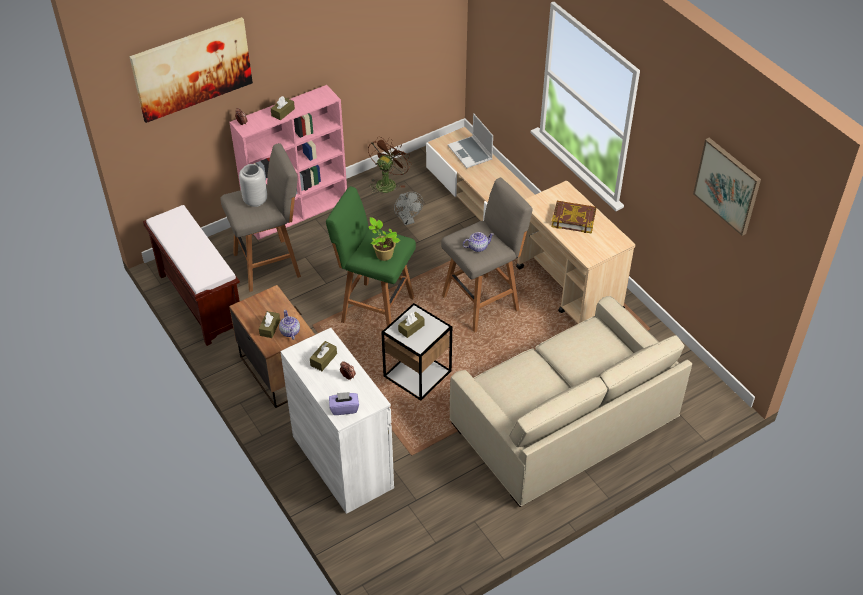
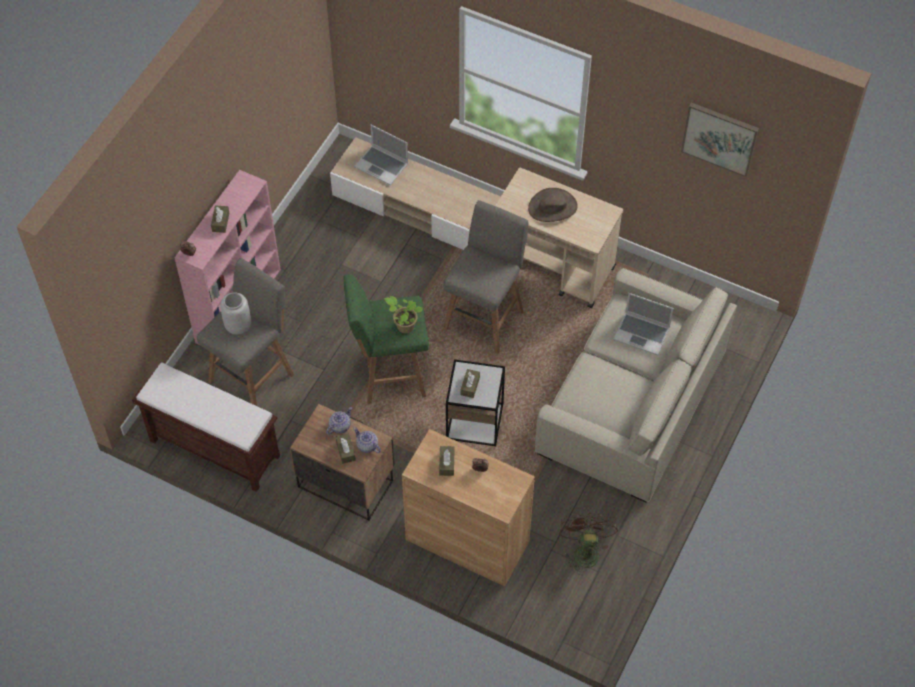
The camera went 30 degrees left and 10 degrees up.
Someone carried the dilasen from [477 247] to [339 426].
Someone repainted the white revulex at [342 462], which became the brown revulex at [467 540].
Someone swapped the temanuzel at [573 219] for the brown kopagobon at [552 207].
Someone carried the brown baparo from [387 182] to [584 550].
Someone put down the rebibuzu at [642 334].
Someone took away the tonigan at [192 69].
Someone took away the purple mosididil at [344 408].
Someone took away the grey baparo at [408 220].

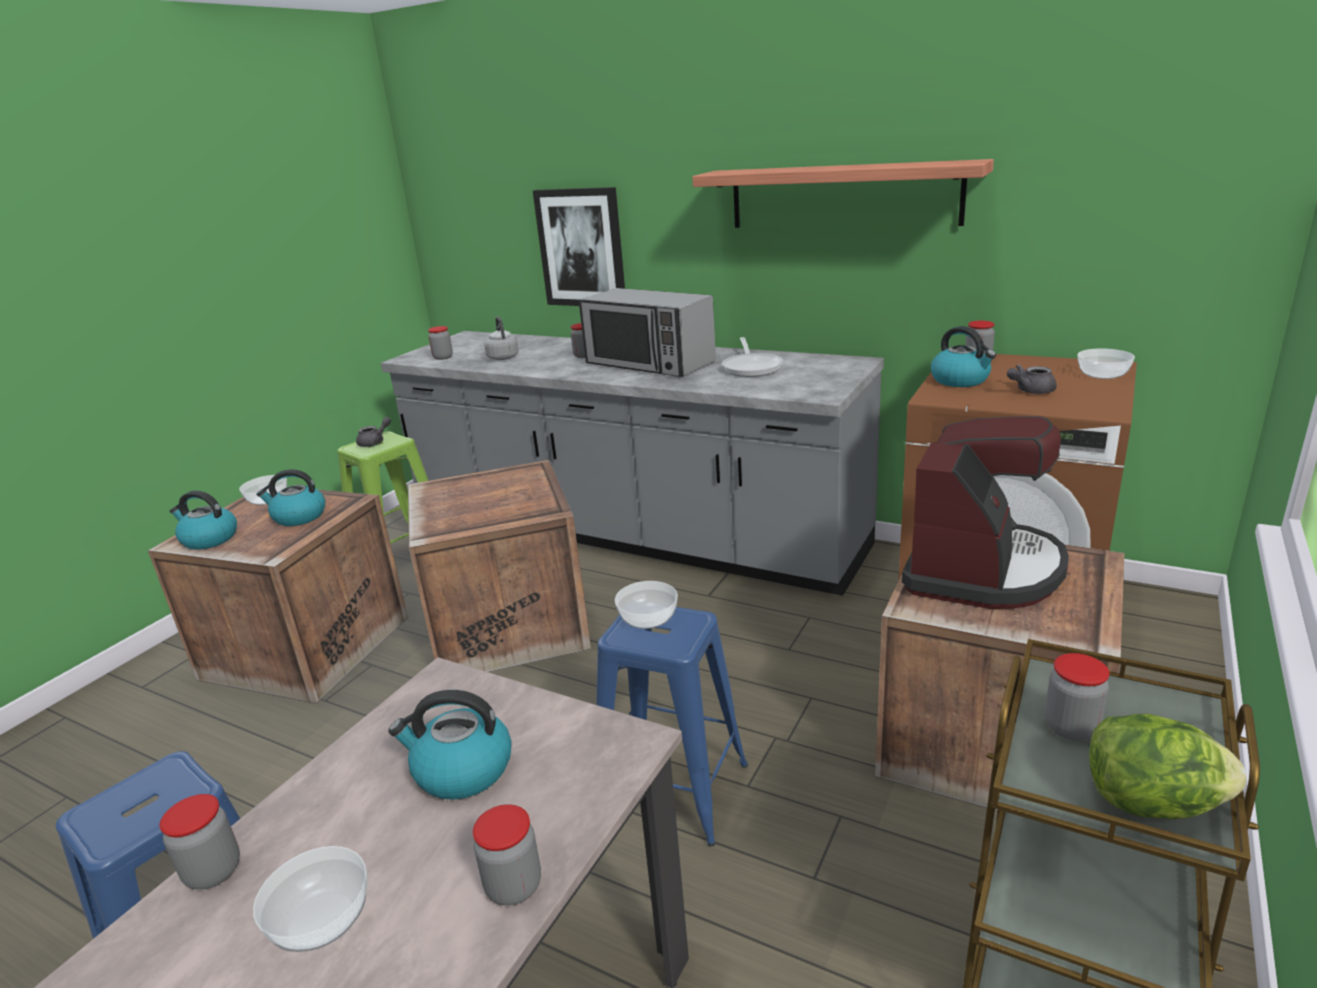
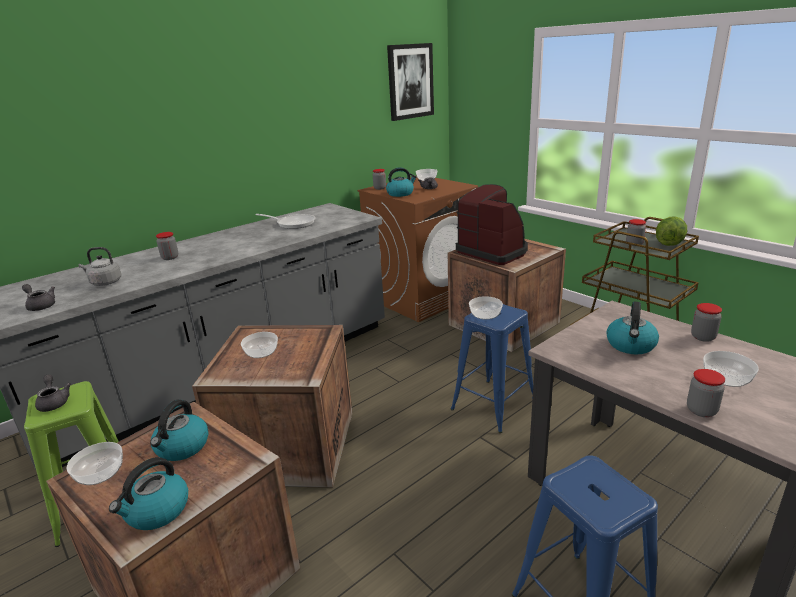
The camera went 70 degrees left and 0 degrees up.
Someone swapped the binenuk at [443 357] for the grey dilasen at [40 305].
Someone put down the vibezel at [262 352].
Someone carried the tonigan from [581 248] to [410 81].
Someone took away the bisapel at [649 364].
Someone took away the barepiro at [843 196].

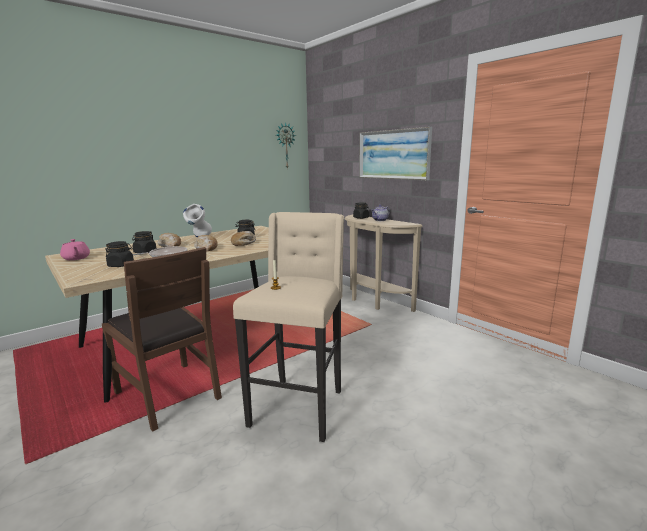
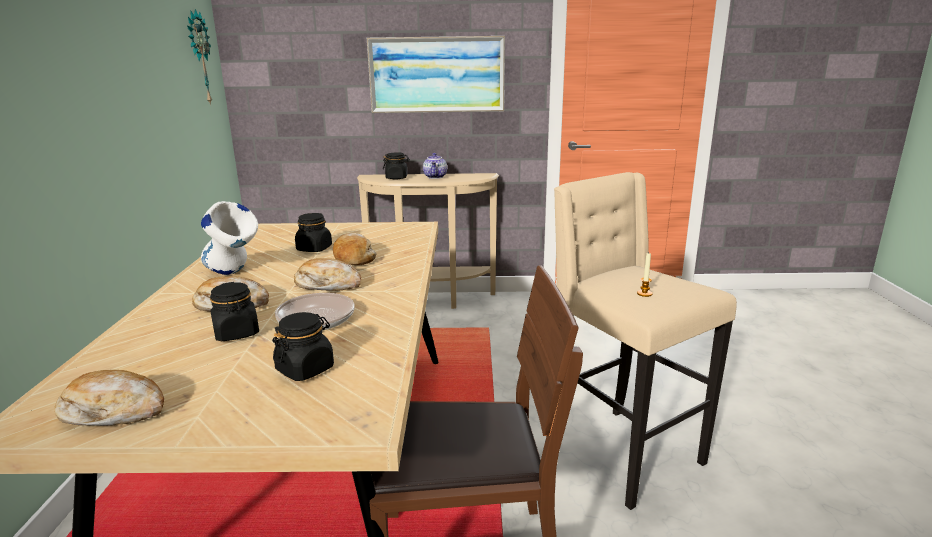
The camera went 50 degrees left and 5 degrees up.
Someone swapped the pink dilasen at [76 258] for the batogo at [114 411].

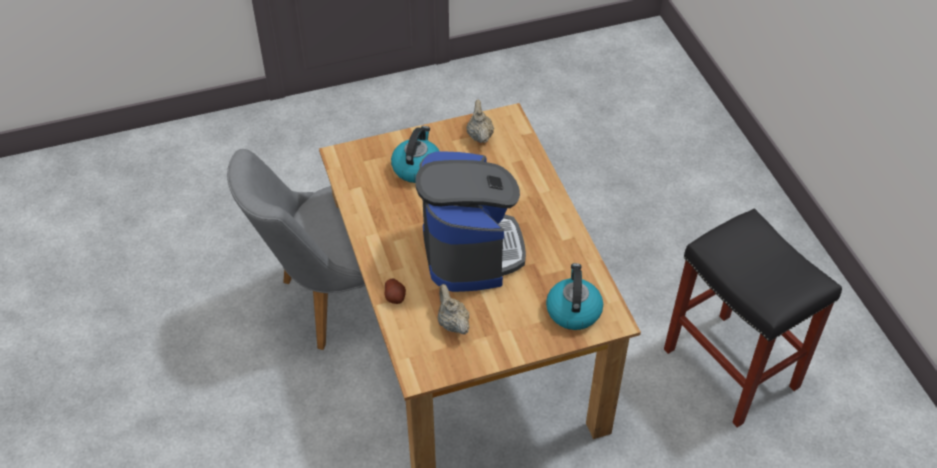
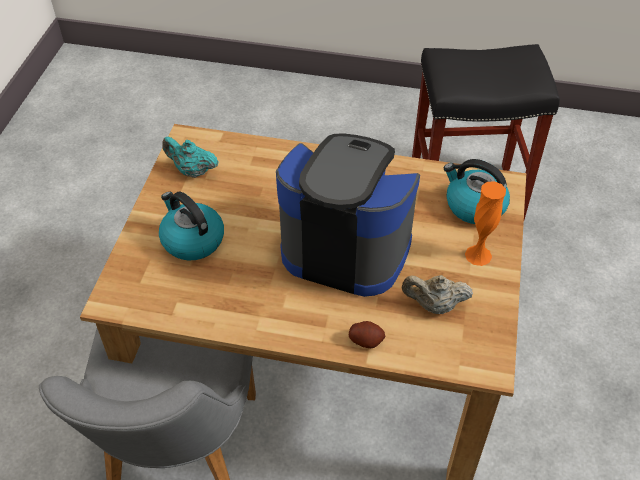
The camera went 60 degrees left and 0 degrees up.
Someone repainted the beige dilasen at [479 135], which became the turquoise dilasen at [192 171].
Someone put down the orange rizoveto at [478 255].

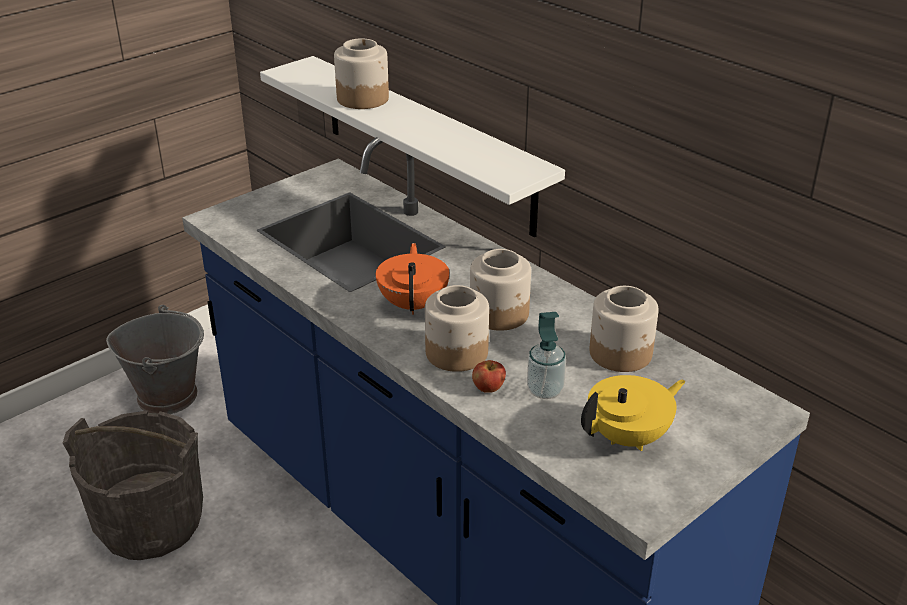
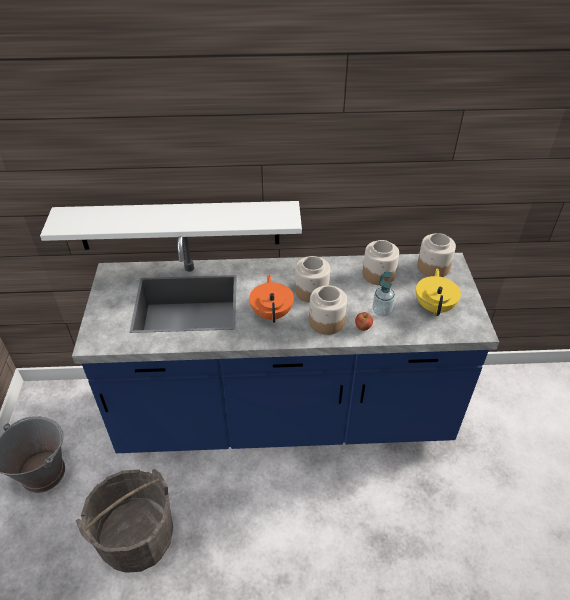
The camera went 50 degrees left and 10 degrees up.
Someone rotated the orange dilasen at [414 304] by 45 degrees clockwise.
Someone carried the binenuk from [363 98] to [432 267].

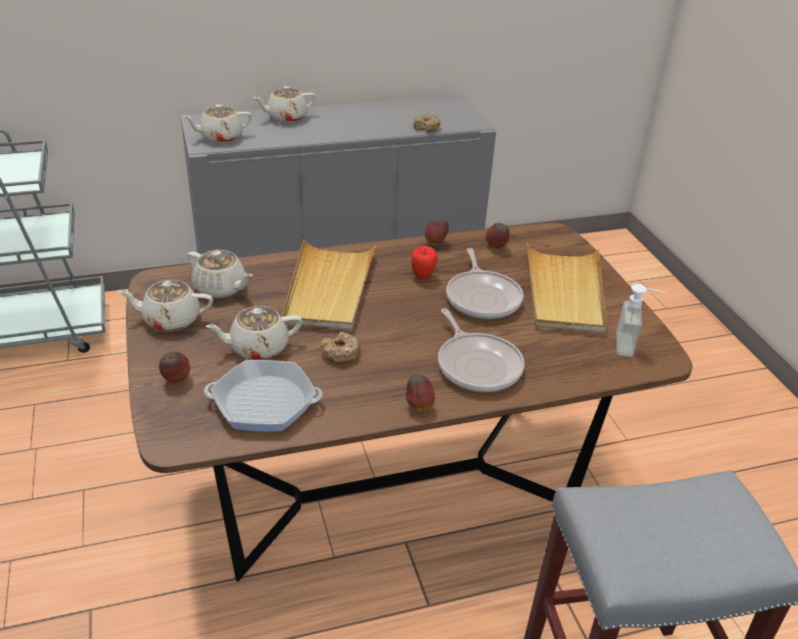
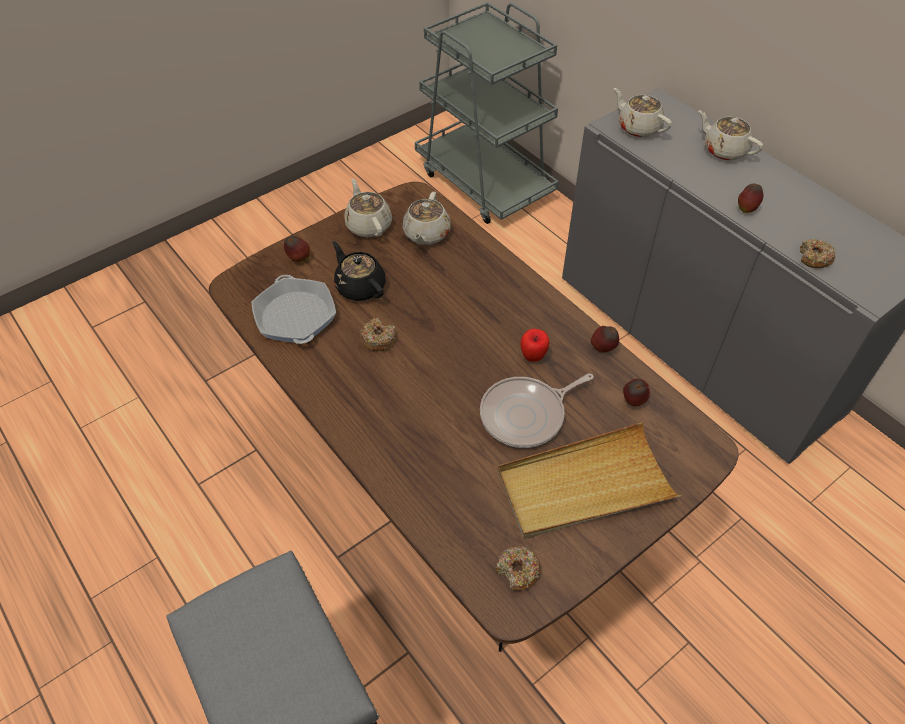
The camera went 70 degrees right and 15 degrees up.
Someone repainted the beige dilasen at [258 348], which became the black dilasen at [360 286].
Someone swapped the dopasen at [632 346] for the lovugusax at [517 571].
Someone carried the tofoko from [418 406] to [746 209].
Someone took away the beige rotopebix at [329 288].
Someone took away the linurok at [477 365].

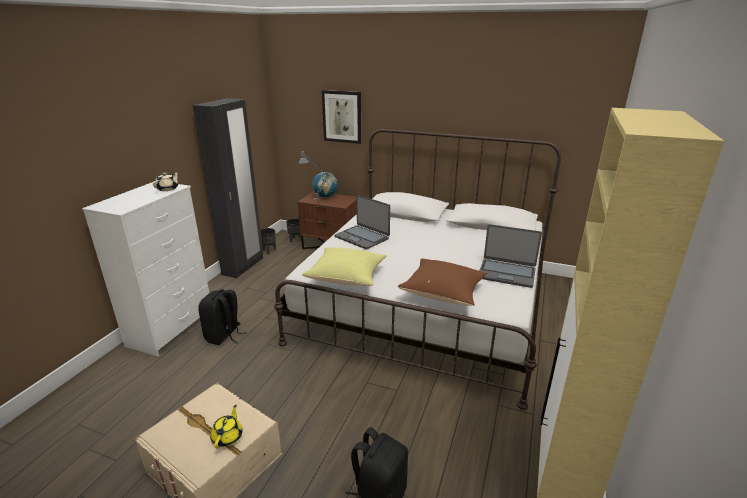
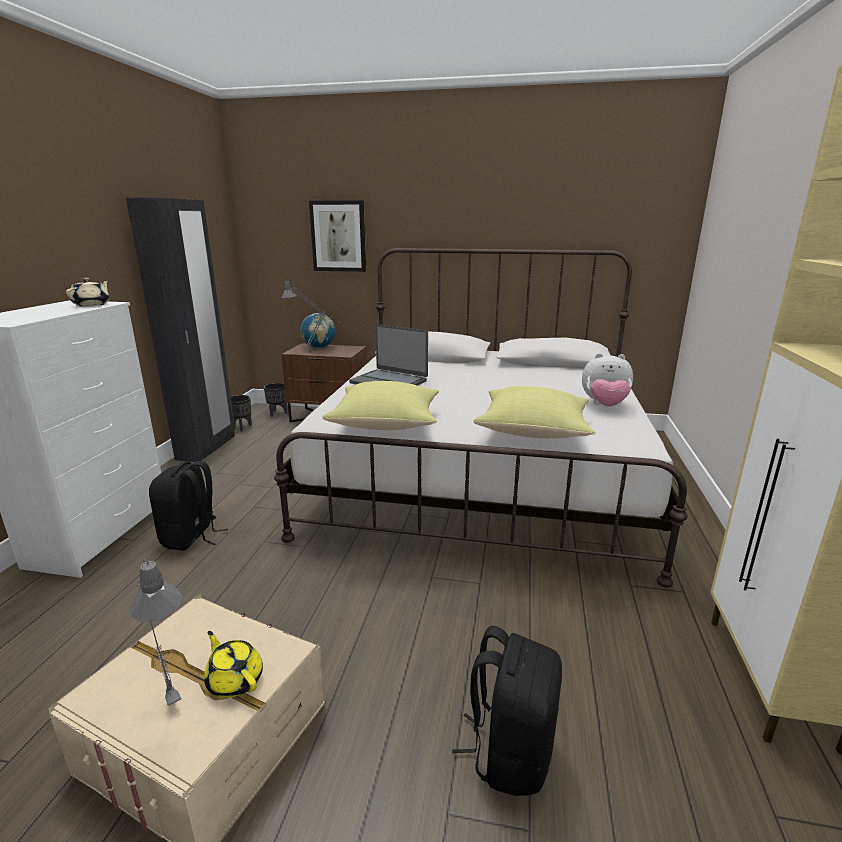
The camera went 10 degrees left and 5 degrees down.
Someone put down the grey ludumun at [169 695].
Someone rotated the yellow dilasen at [228 436] by 45 degrees counterclockwise.
Someone repainted the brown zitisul at [444 293], which became the yellow zitisul at [534 431].
Someone swapped the rebibuzu at [506 273] for the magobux at [604 406].

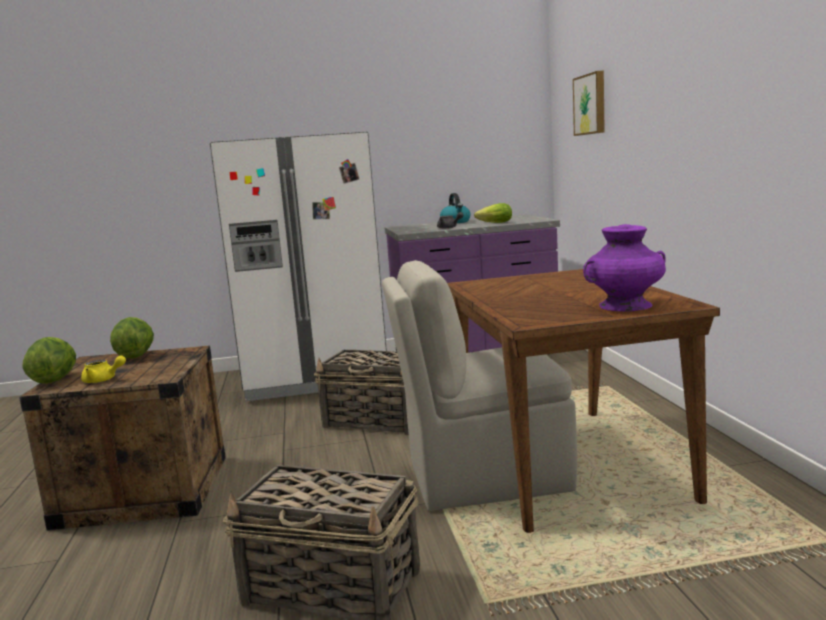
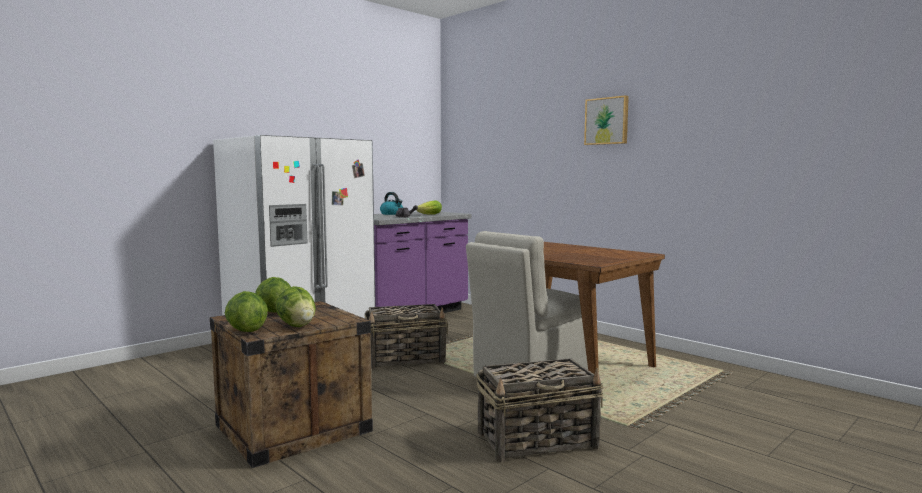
The camera went 35 degrees left and 5 degrees down.
Someone swapped the yellow dilasen at [103 380] for the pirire at [297 326].
Someone carried the tonigan from [591 104] to [607 121].
Someone took away the purple rizoveto at [625 305].

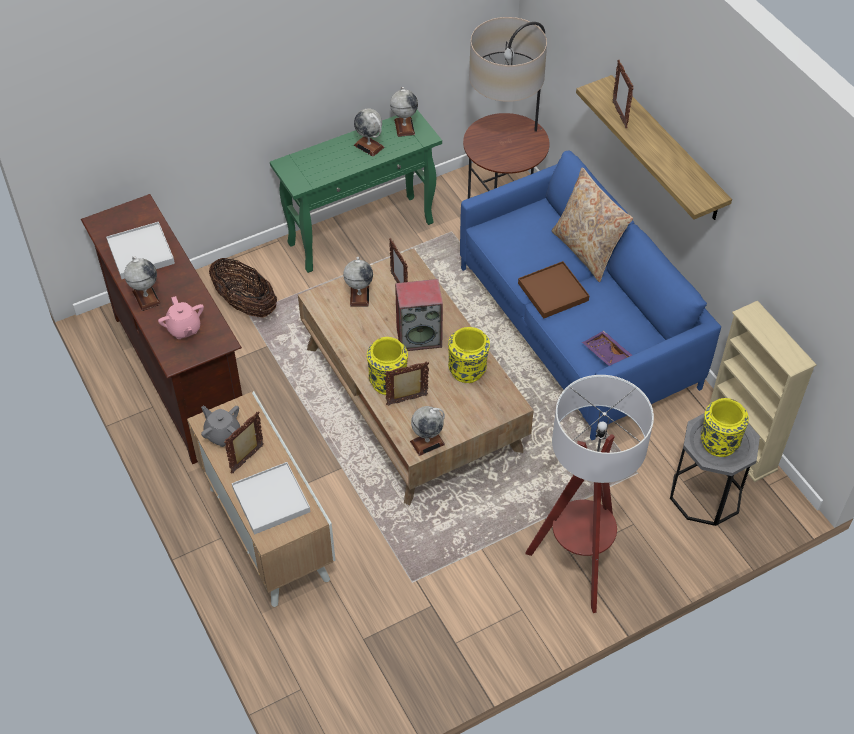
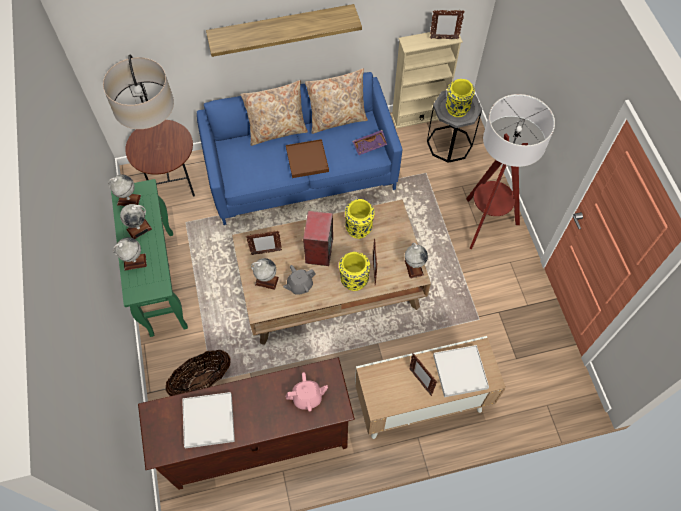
The camera went 75 degrees left and 10 degrees up.
Someone carried the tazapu from [146 297] to [135 262].
Someone carried the grey dilasen from [223 434] to [299 285].
Someone put down the beige zitisul at [337 119].
Someone carried the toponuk from [619 115] to [443 38].

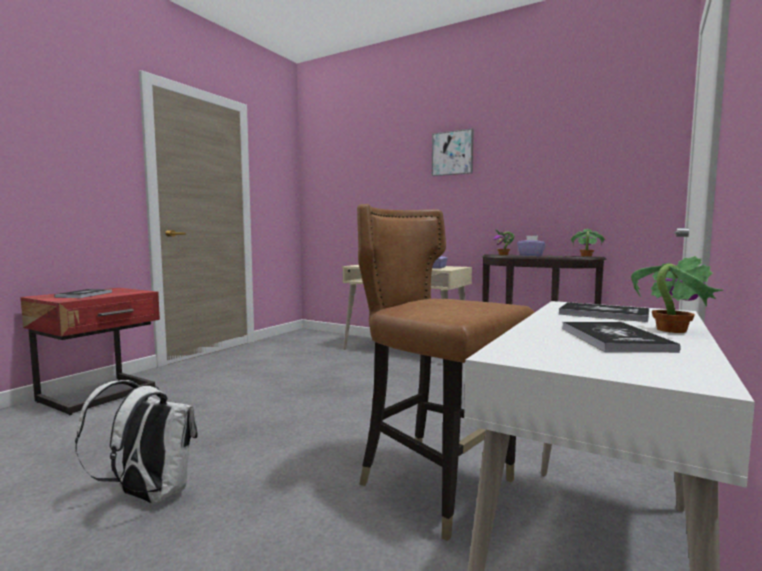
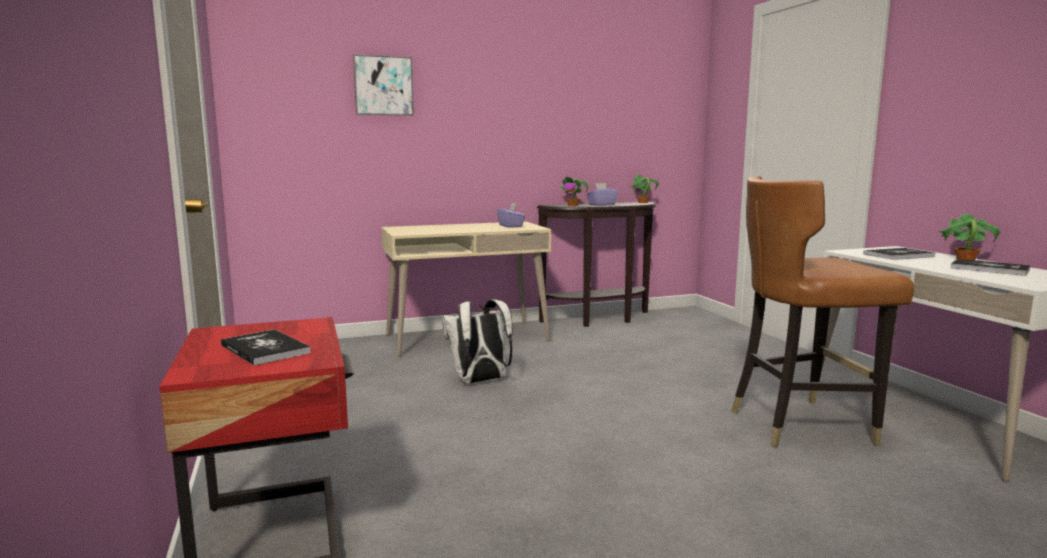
The camera went 50 degrees left and 5 degrees up.
Someone carried the tonigan from [452 153] to [383 86].
Someone carried the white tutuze from [148 495] to [480 381].

